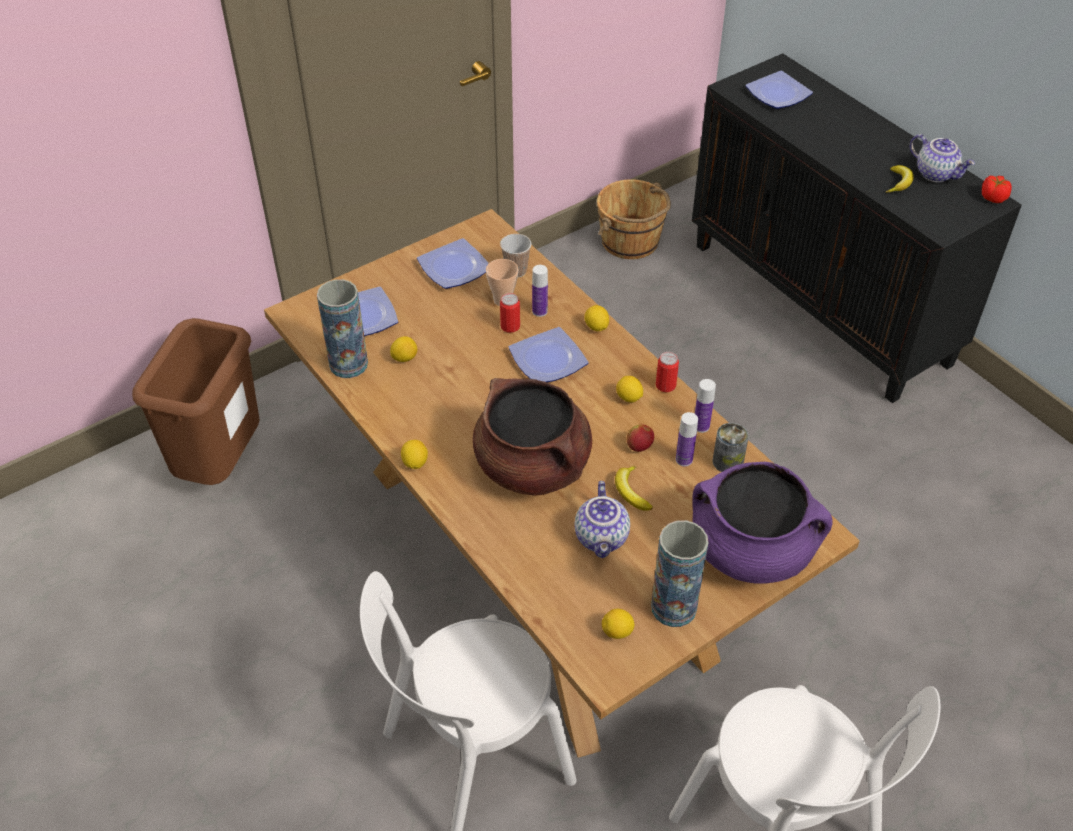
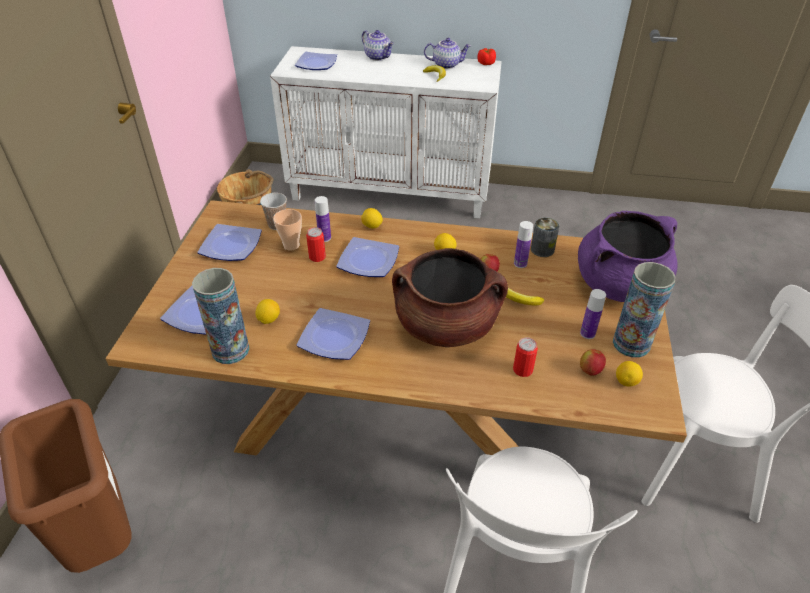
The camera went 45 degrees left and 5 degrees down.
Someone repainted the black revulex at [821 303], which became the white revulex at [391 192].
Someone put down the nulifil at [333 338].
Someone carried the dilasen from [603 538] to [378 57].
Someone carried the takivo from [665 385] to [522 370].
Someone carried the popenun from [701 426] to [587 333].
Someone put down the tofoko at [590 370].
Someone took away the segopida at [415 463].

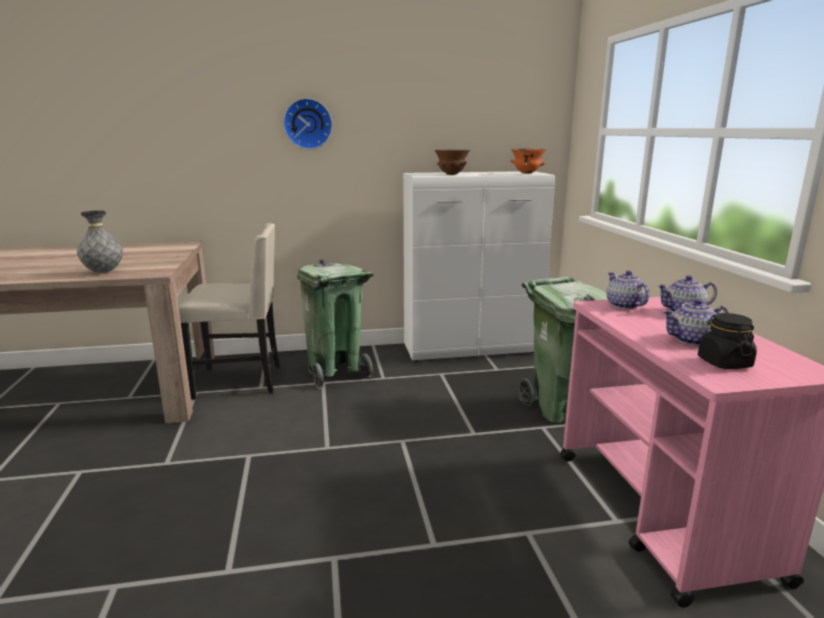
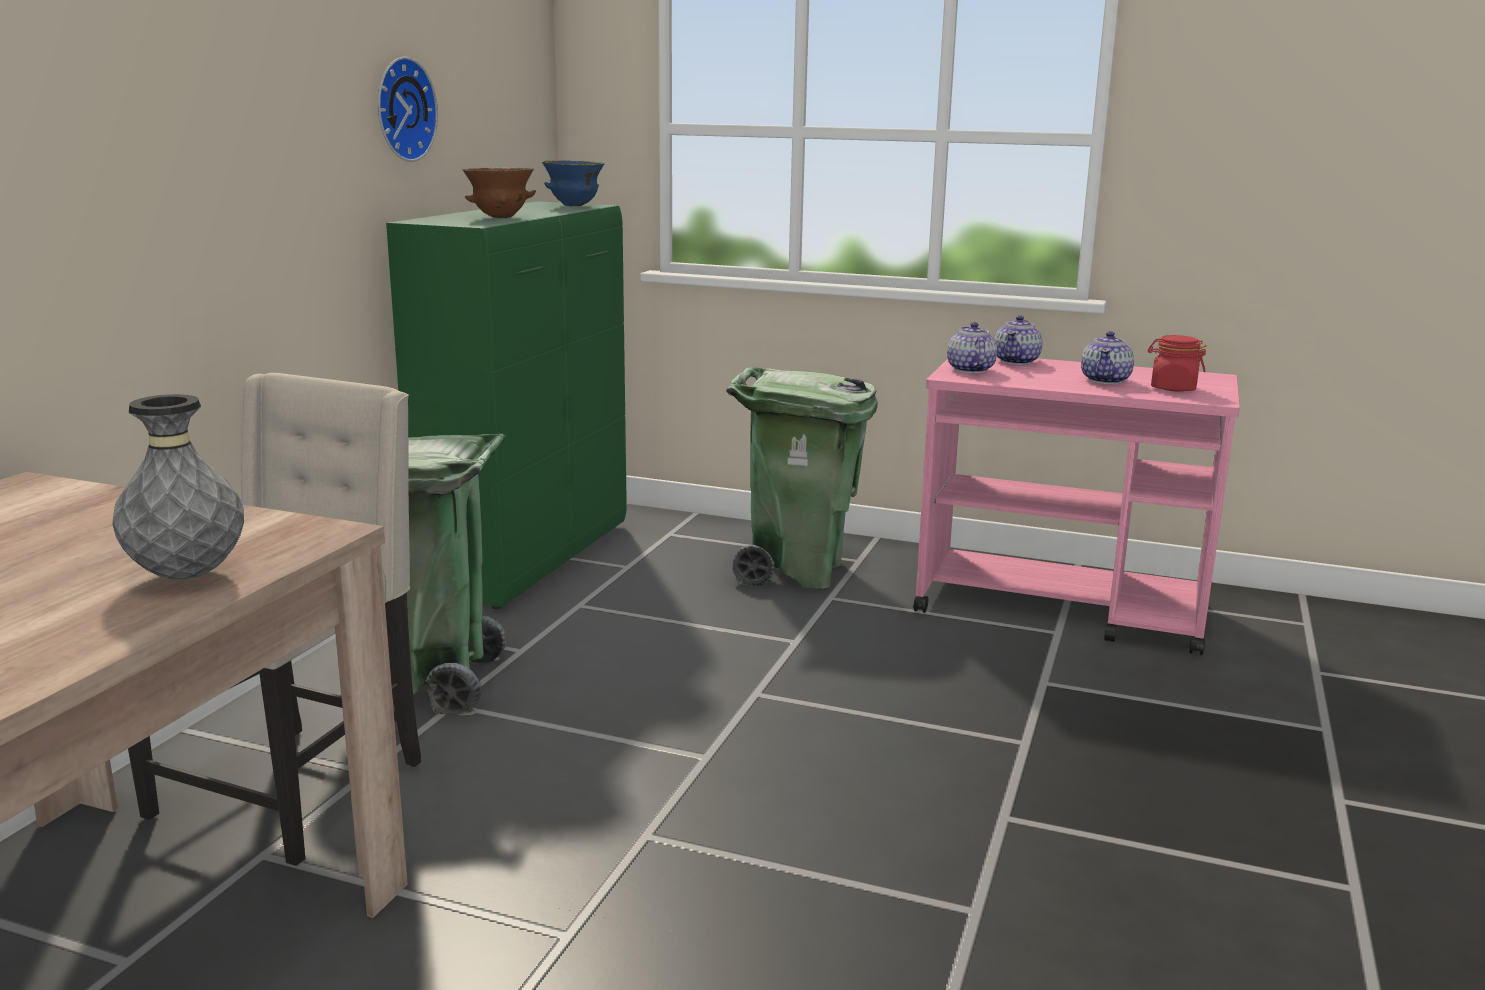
The camera went 60 degrees left and 0 degrees up.
Someone carried the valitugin from [308 124] to [401 109].
Someone repainted the white revulex at [472 349], which became the green revulex at [529 558].
Someone repainted the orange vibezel at [526 173], which became the blue vibezel at [574 206].
Someone rotated the dilasen at [624 305] by 75 degrees clockwise.
Someone repainted the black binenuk at [724 363], which became the red binenuk at [1172 388].

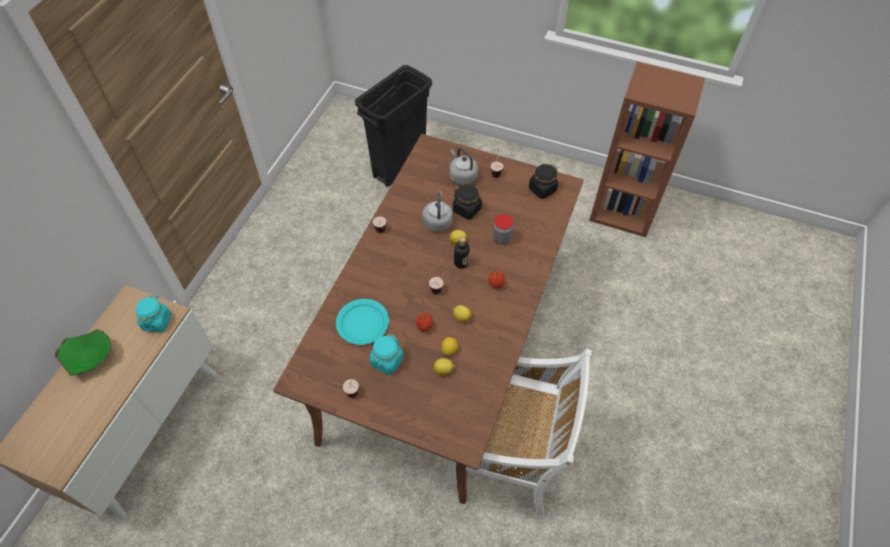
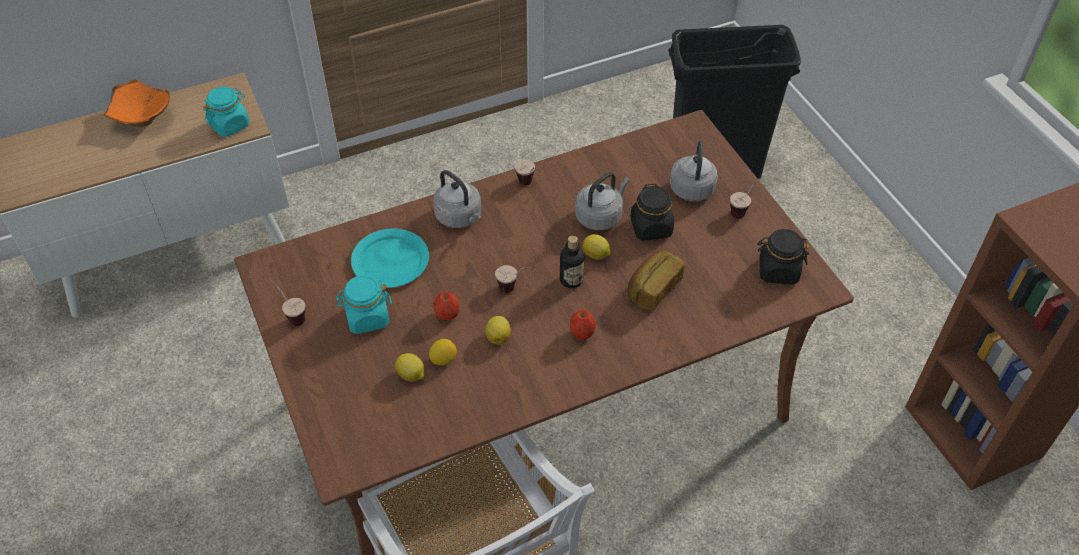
The camera went 45 degrees right and 5 degrees down.
Someone repainted the green vibezel at [91 358], which became the orange vibezel at [144 118].
Someone put down the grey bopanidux at [460 217].
Someone swapped the binenuk at [501 238] for the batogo at [653 289].

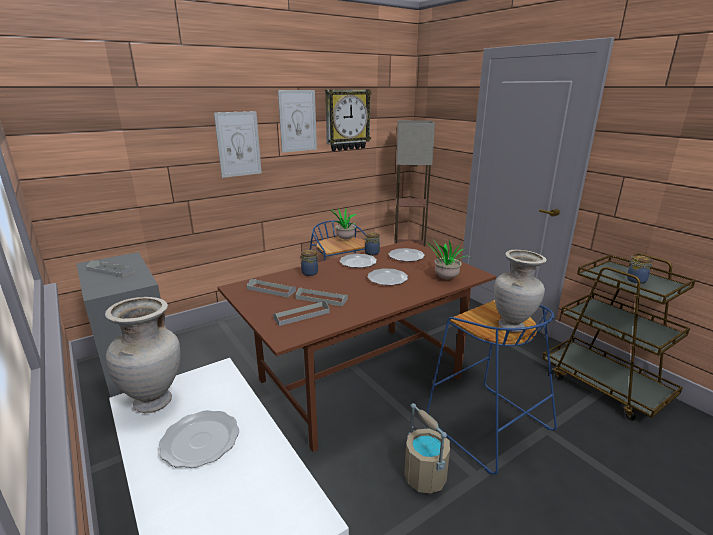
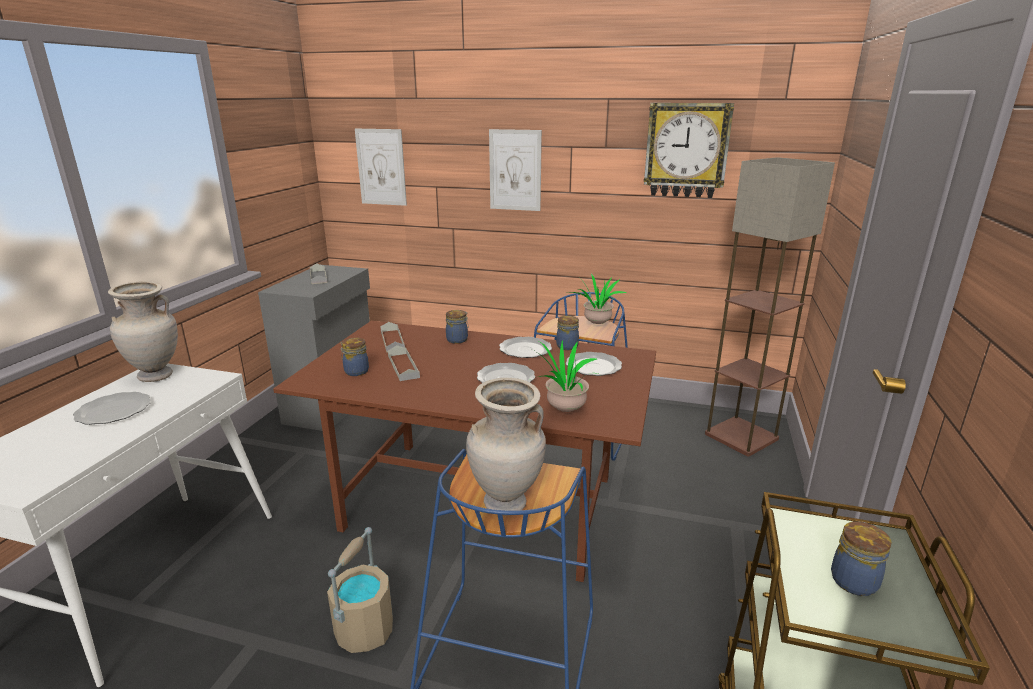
The camera went 50 degrees right and 0 degrees up.
Someone swapped the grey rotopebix at [301 315] for the binenuk at [355 371].
Someone carried the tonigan from [297 121] to [381 167].

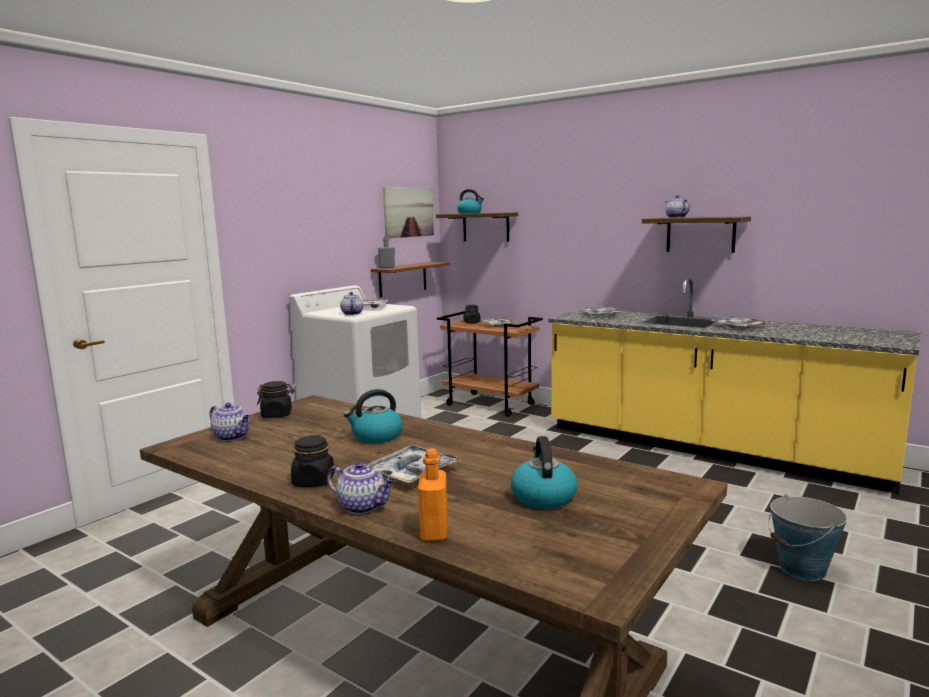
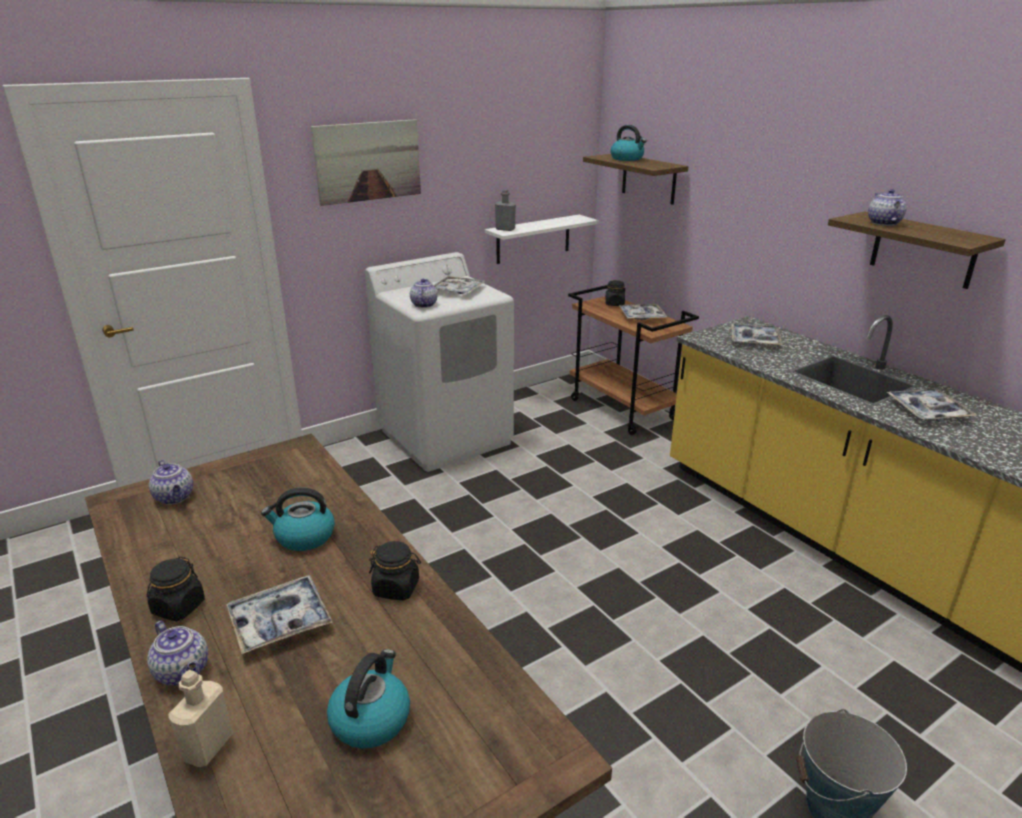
The camera went 20 degrees right and 15 degrees up.
Someone repainted the orange popenun at [434 532], which became the beige popenun at [208 747].
Someone carried the tonigan from [408 212] to [368 161].
Someone carried the black binenuk from [277 415] to [396 588].
Someone repainted the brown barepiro at [403 279], which became the white barepiro at [533 239].

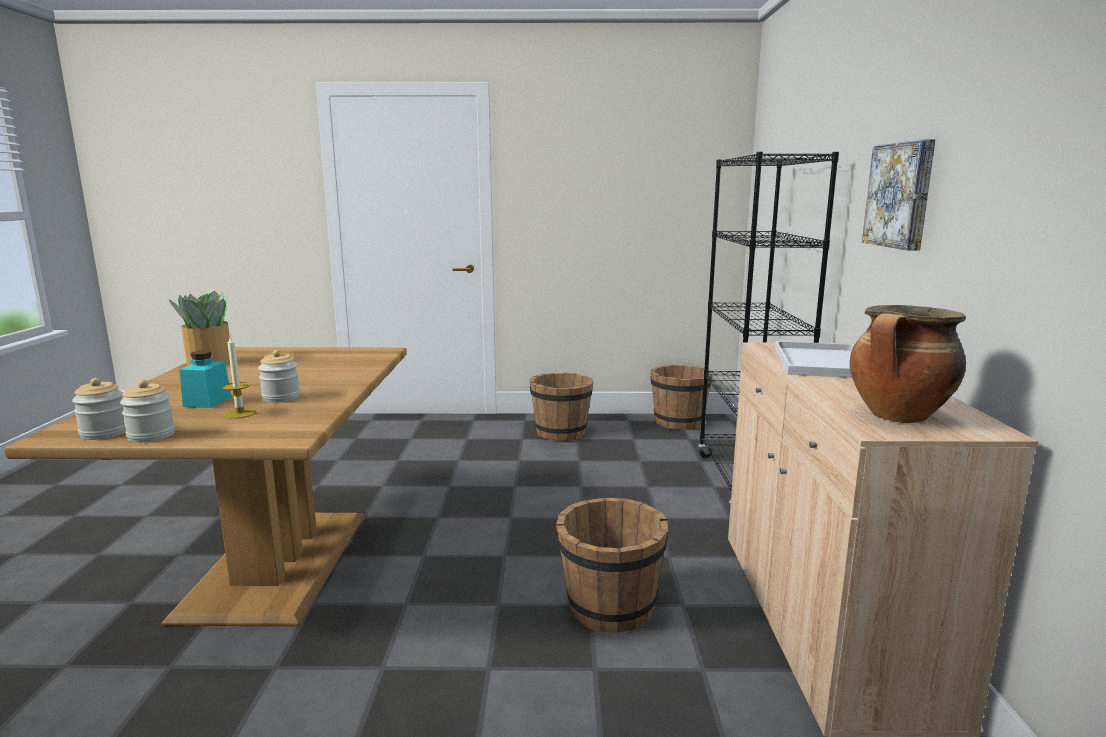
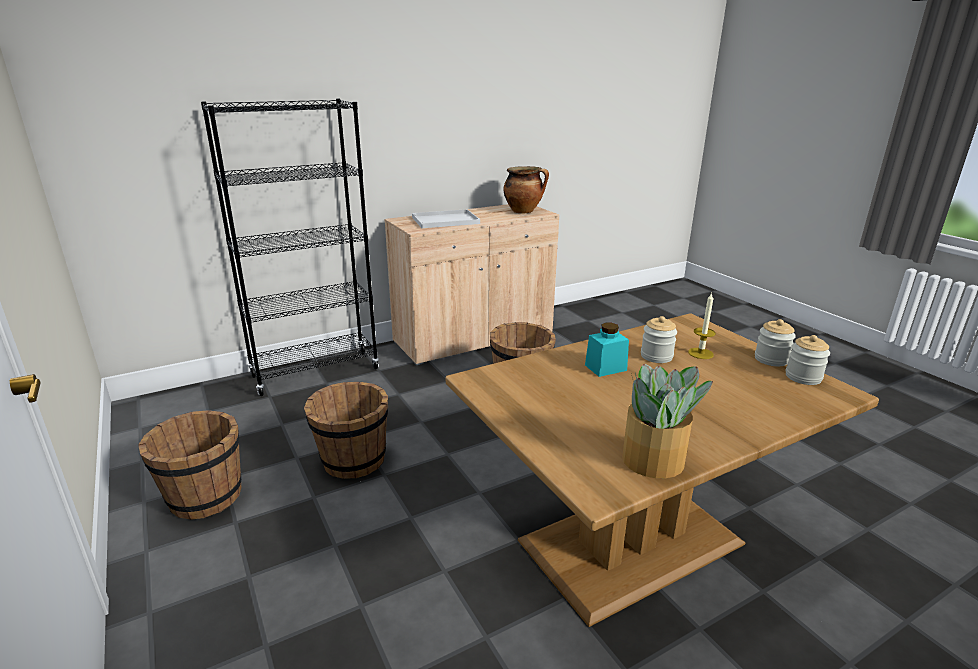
The camera went 120 degrees left and 10 degrees up.
Someone carried the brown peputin from [678 422] to [353 460].
Someone carried the turquoise binenuk from [207 401] to [605 368].
Someone took away the tonigan at [901 195].

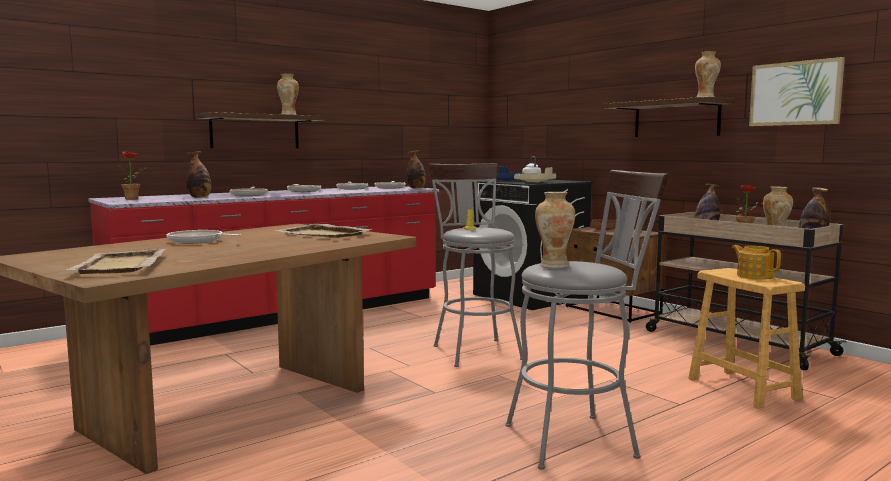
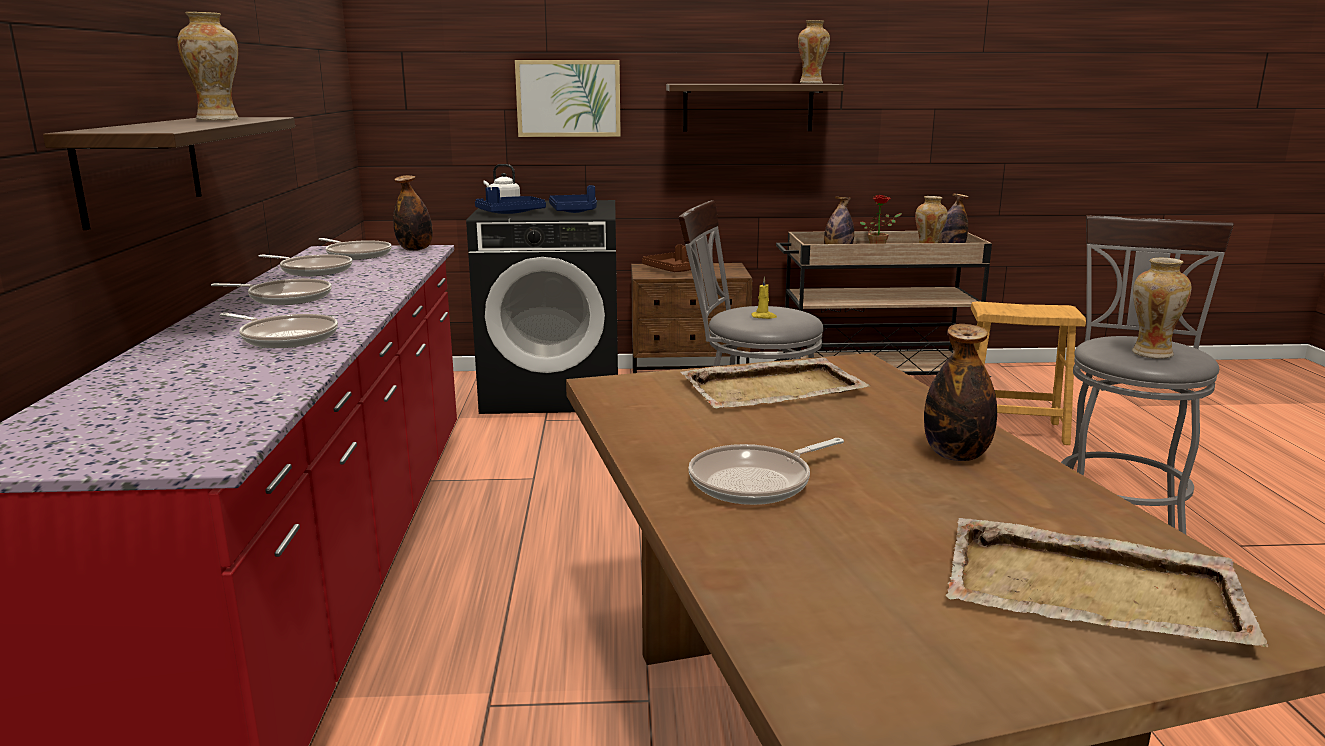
The camera went 55 degrees left and 10 degrees up.
Someone carried the tonigan from [795 93] to [568 98].
Someone repainted the beige rotopebix at [535 182], which became the blue rotopebix at [574 212].
Someone carried the popenun from [199 197] to [956 455].
Someone took away the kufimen at [134 199].
Someone took away the dilasen at [754 276].

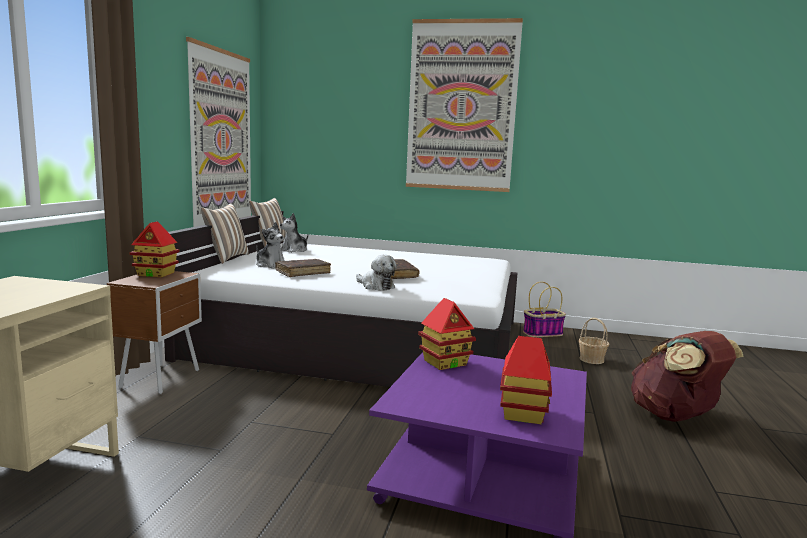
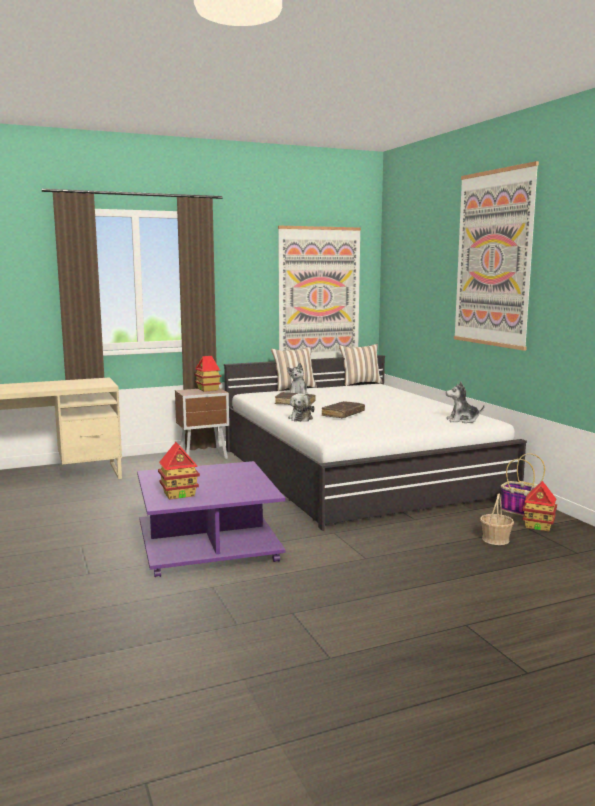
The camera went 55 degrees right and 0 degrees up.
Someone carried the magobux from [294 250] to [462 420].
Someone carried the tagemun from [445 362] to [538 526].
Someone took away the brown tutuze at [675 416].

